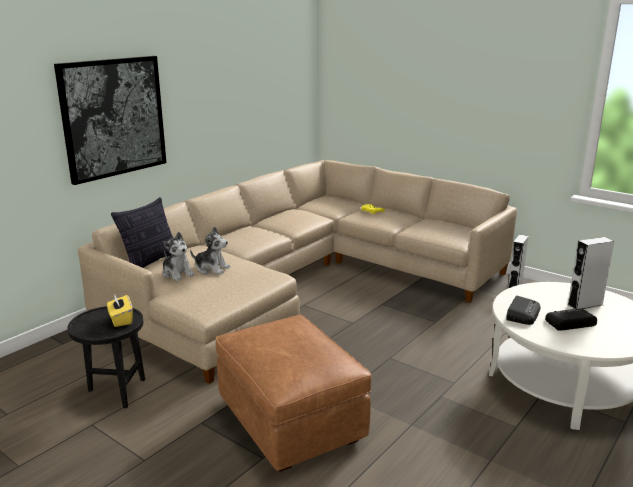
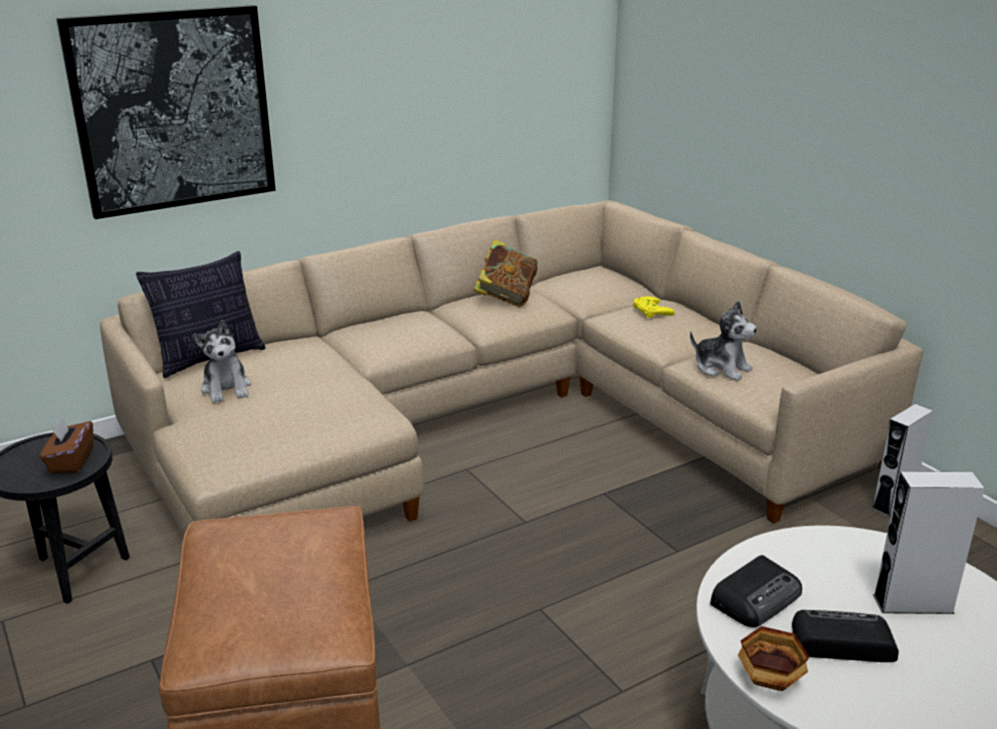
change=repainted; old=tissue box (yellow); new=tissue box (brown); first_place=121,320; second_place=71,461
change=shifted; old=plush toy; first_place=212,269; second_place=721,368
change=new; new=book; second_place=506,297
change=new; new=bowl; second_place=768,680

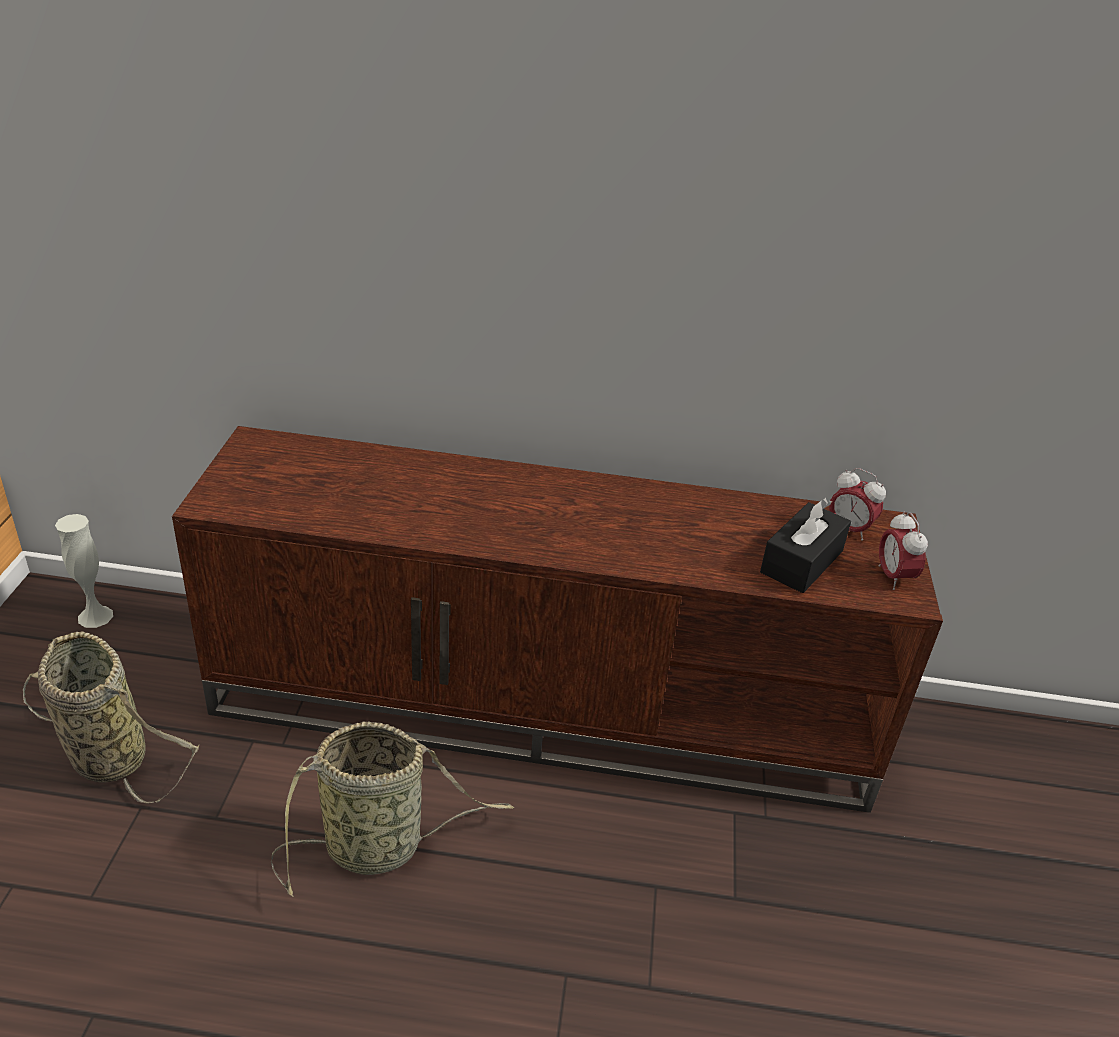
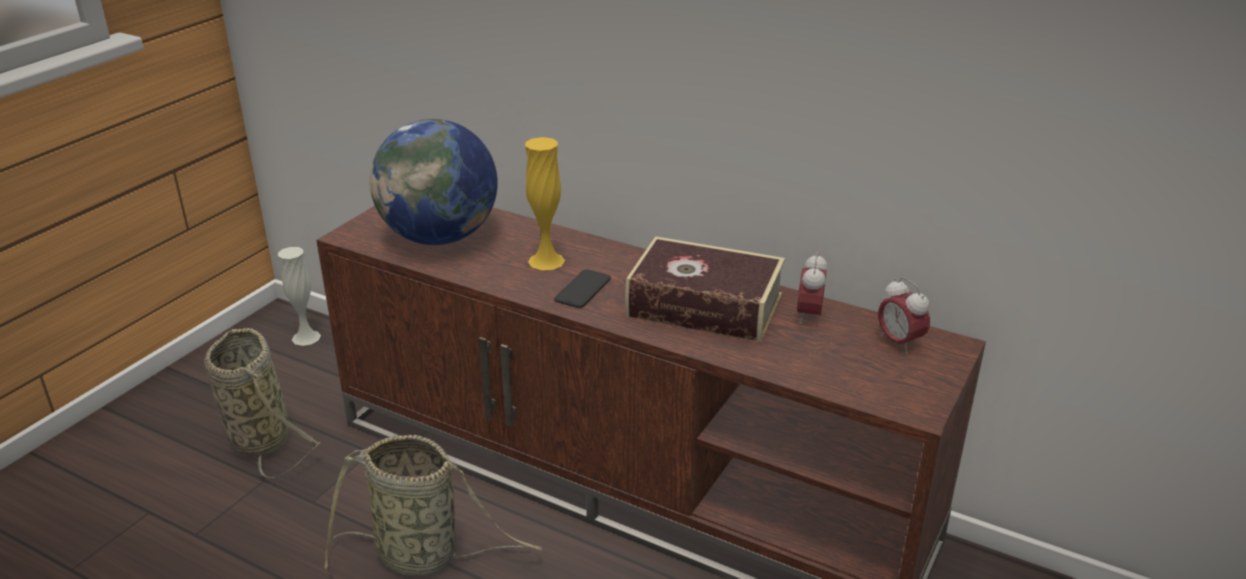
change=gone; old=tissue box (black); first_place=801,562
change=shifted; old=alarm clock; first_place=893,577; second_place=809,315
change=new; new=globe; second_place=440,237
change=new; new=vase (yellow); second_place=546,261
change=new; new=phone; second_place=583,289
change=new; new=book; second_place=704,306

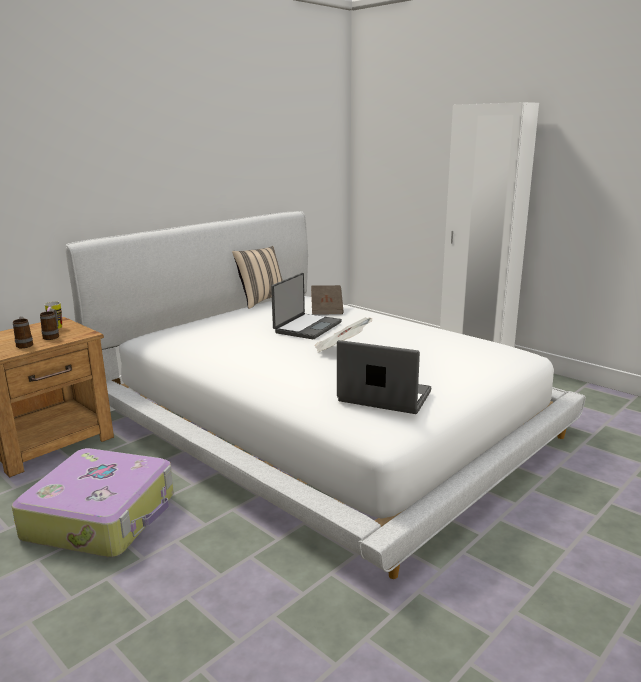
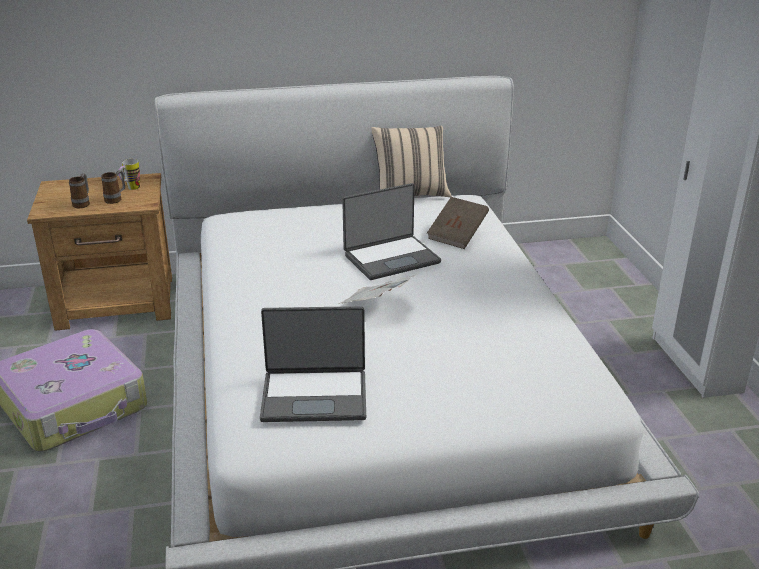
change=rotated; old=laptop; first_place=384,397; second_place=315,396; degrees=120

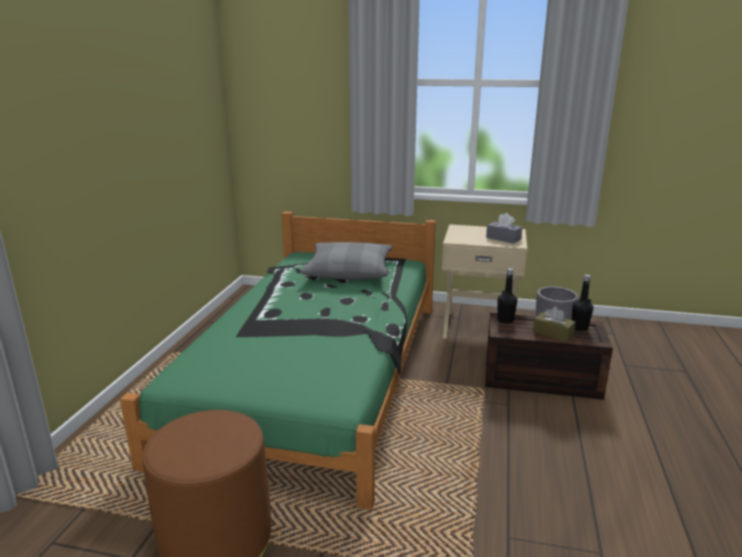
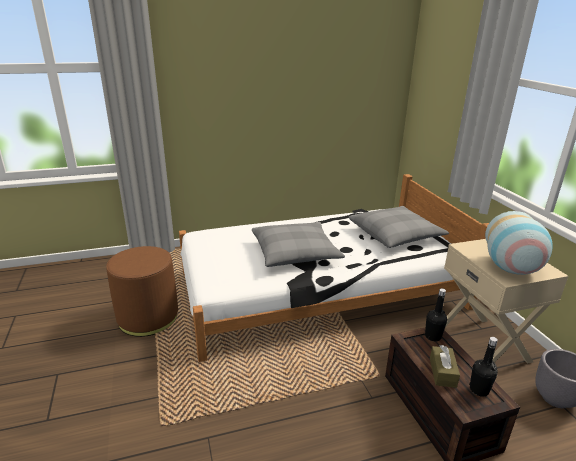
change=repainted; old=bed (green); new=bed (white); first_place=318,371; second_place=320,289
change=swapped; old=tissue box (grey); new=vase; first_place=503,238; second_place=511,269
change=new; new=pillow (grey); second_place=295,252

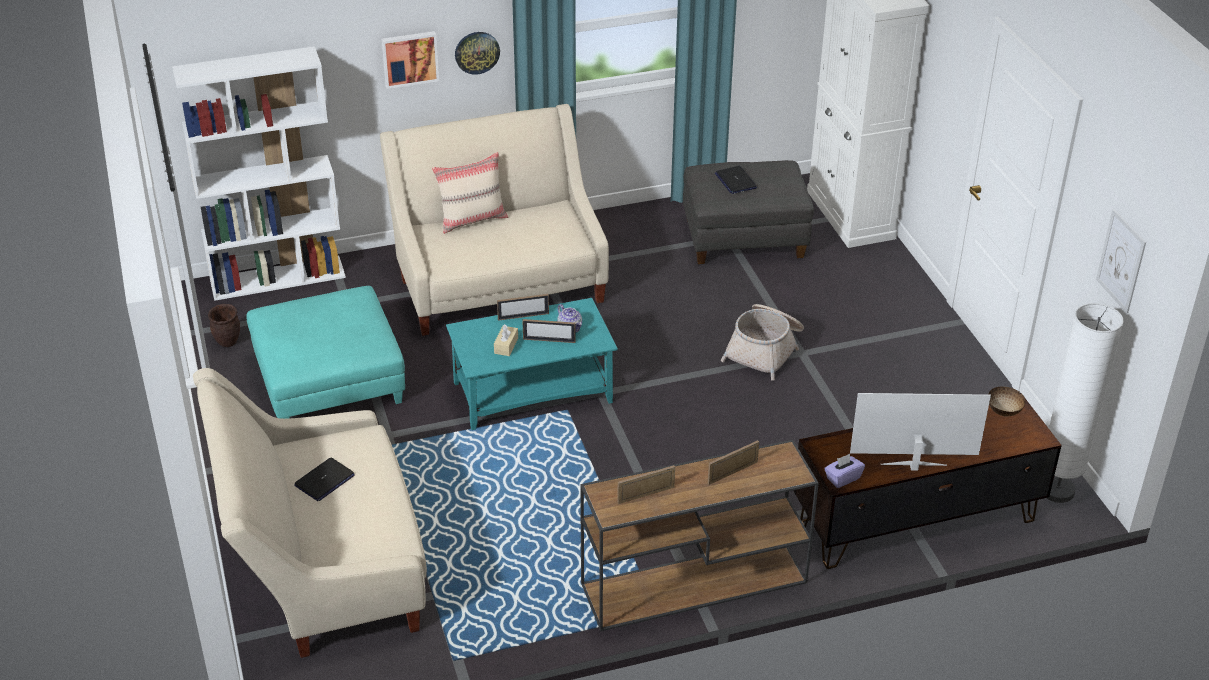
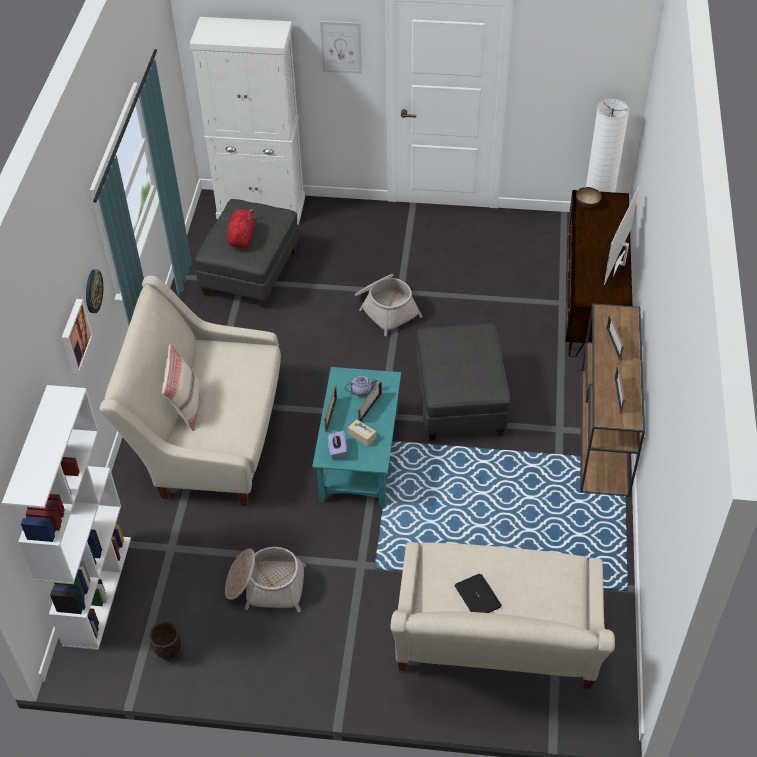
change=swapped; old=ottoman (turquoise); new=basket; first_place=329,378; second_place=265,586
change=swapped; old=laptop; new=plush toy (red); first_place=735,181; second_place=241,237
change=shifted; old=tissue box (purple); first_place=842,478; second_place=337,450
change=shifted; old=picture; first_place=1121,261; second_place=341,47
change=new; new=ottoman (grey); second_place=459,401

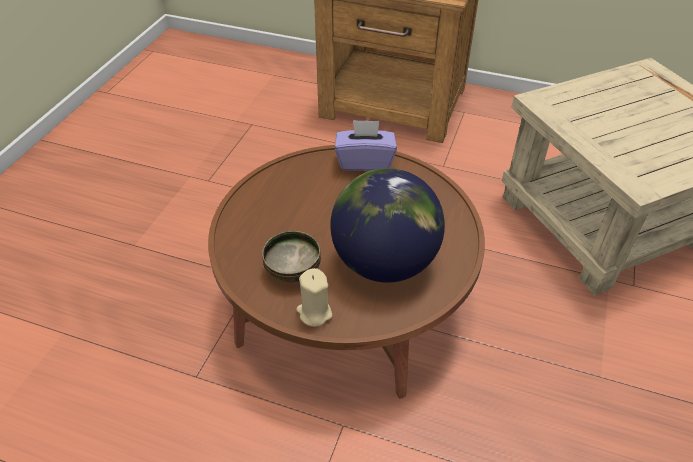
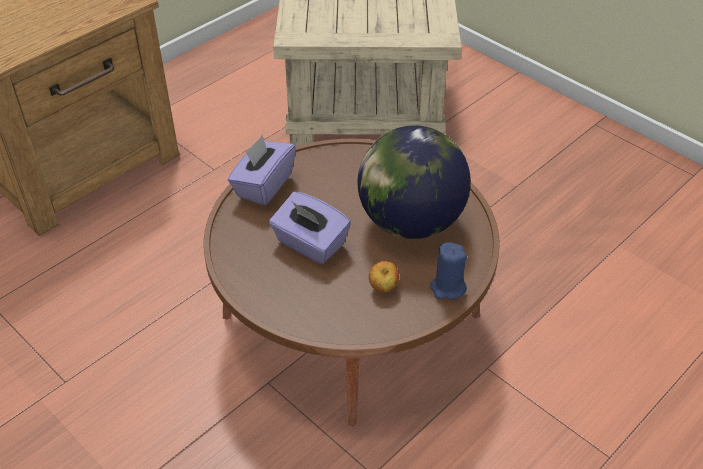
change=swapped; old=bowl; new=apple; first_place=294,270; second_place=383,288
change=repainted; old=candle (beige); new=candle (blue); first_place=314,313; second_place=447,288
change=new; new=tissue box (purple); second_place=310,244

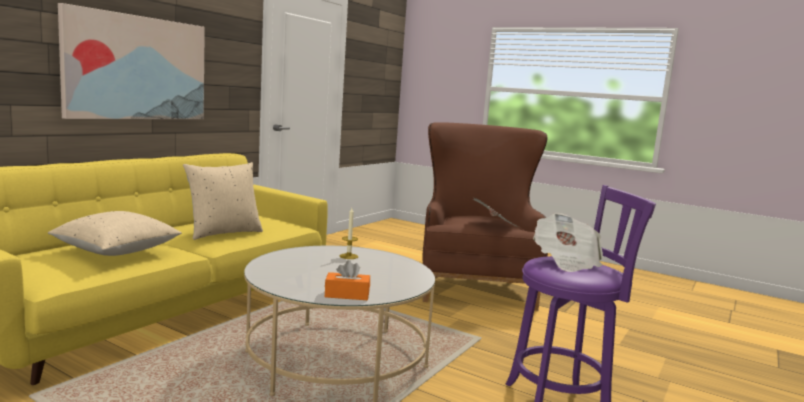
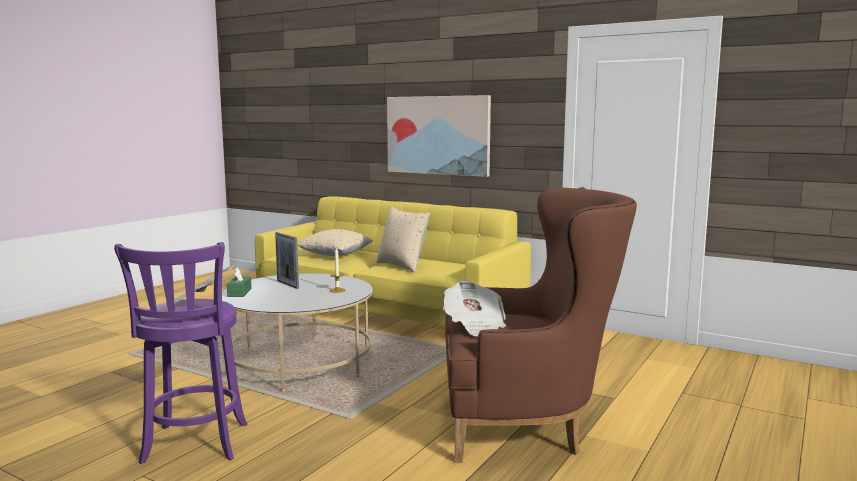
change=repainted; old=tissue box (orange); new=tissue box (green); first_place=347,295; second_place=239,292
change=new; new=picture frame; second_place=287,284

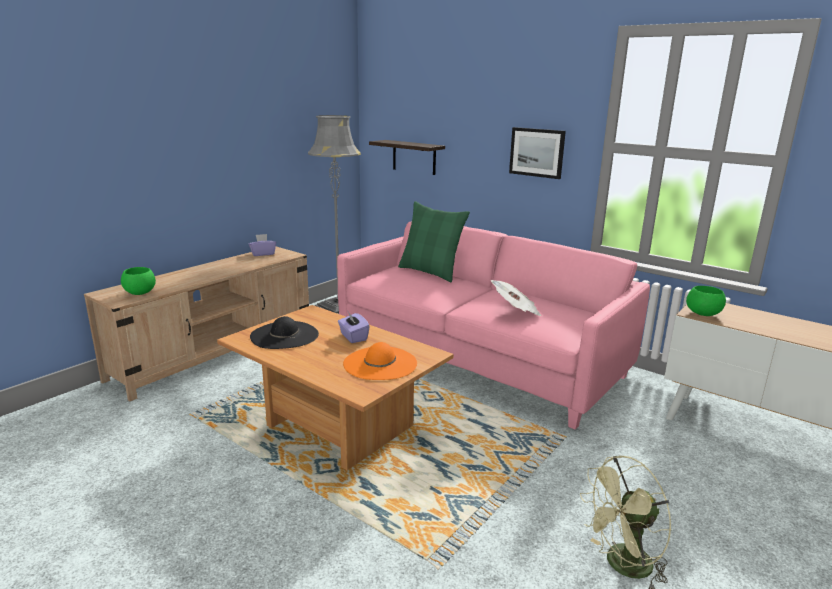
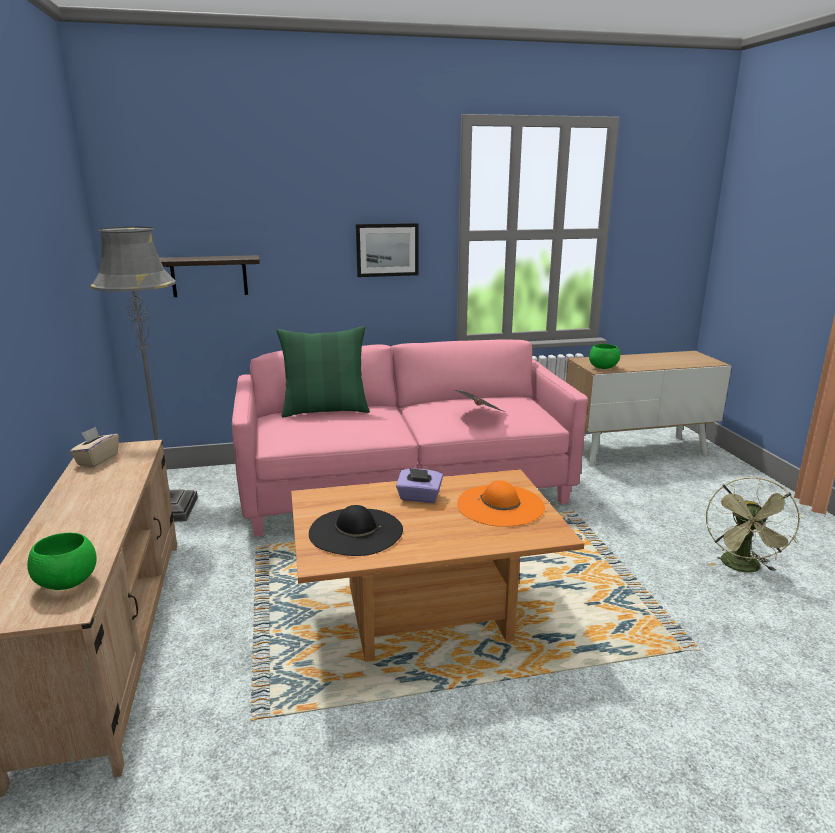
change=repainted; old=tissue box (purple); new=tissue box (beige); first_place=263,254; second_place=97,460

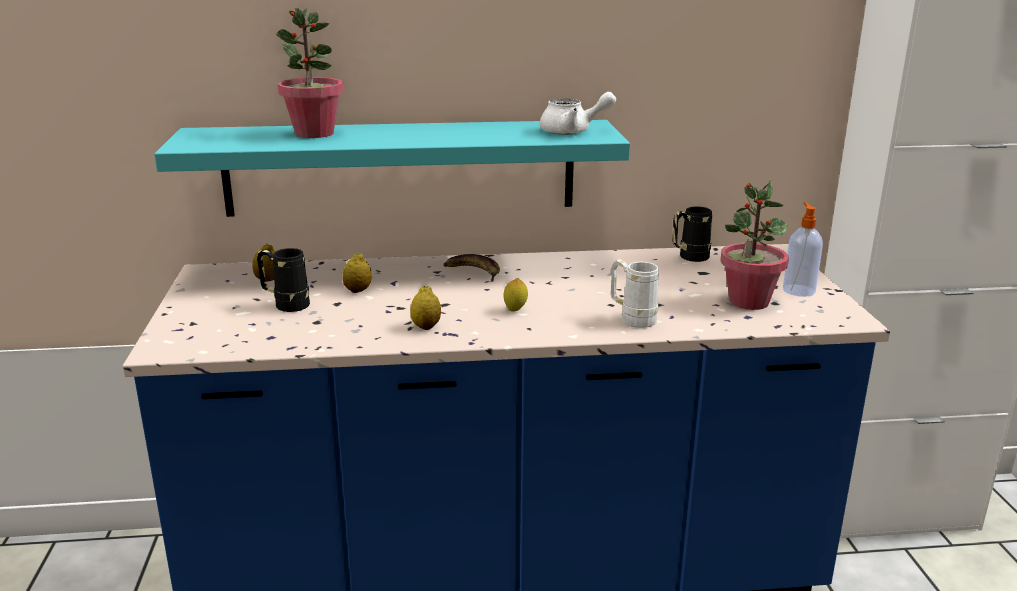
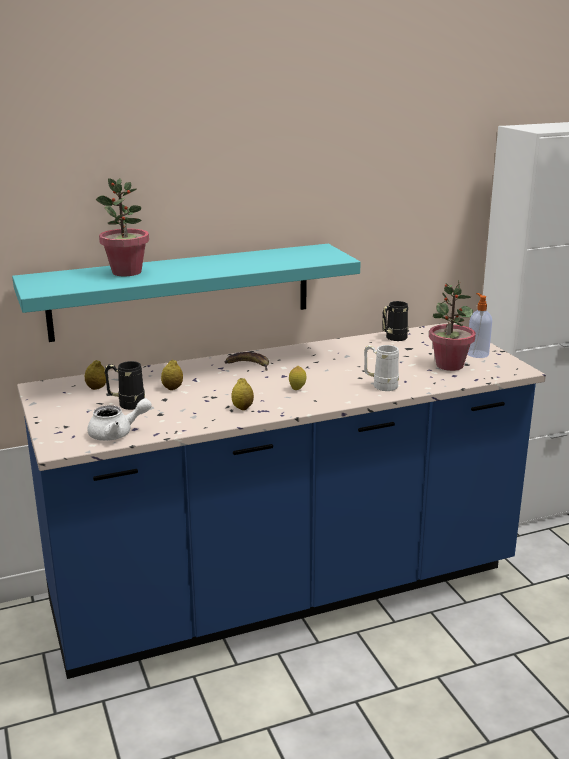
change=shifted; old=teapot (white); first_place=572,131; second_place=117,434

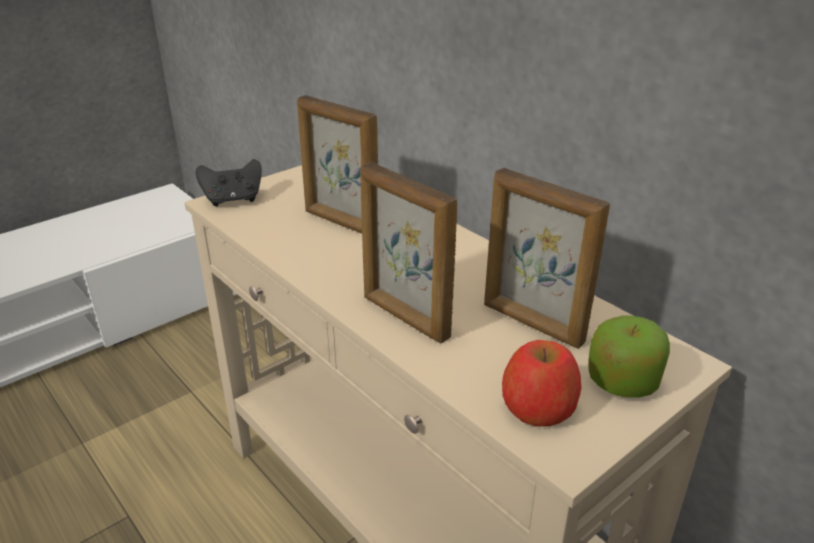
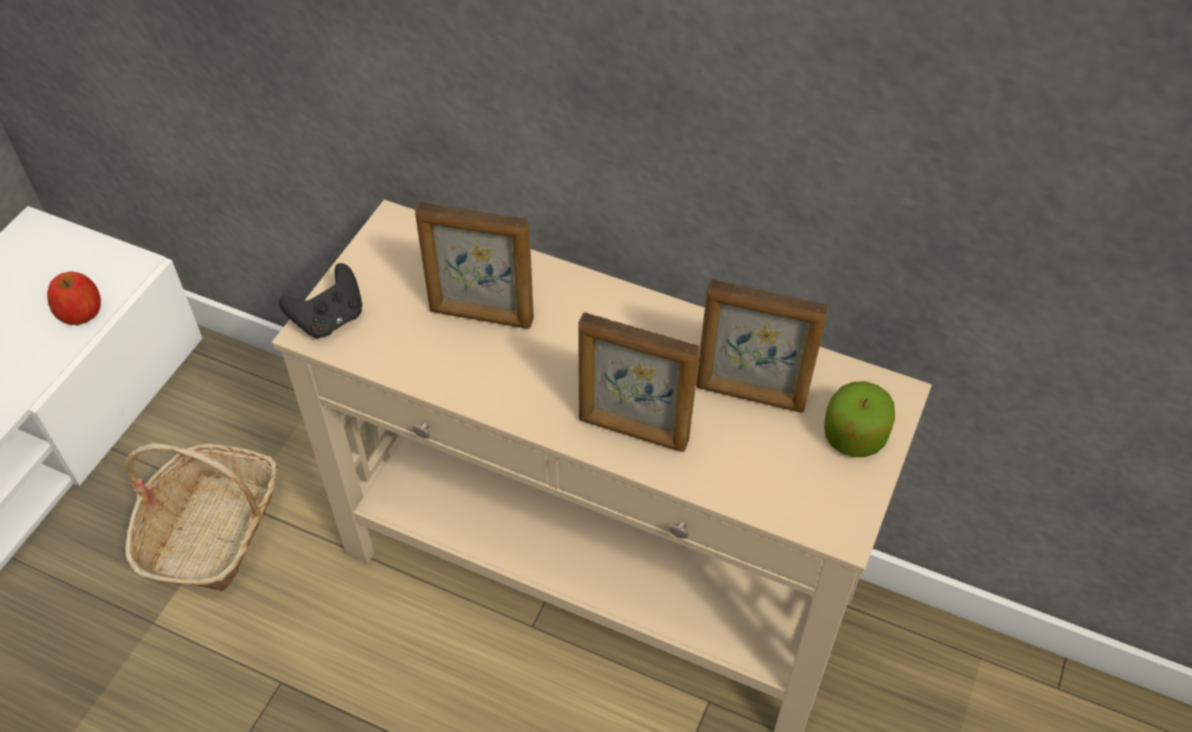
change=shifted; old=apple; first_place=539,407; second_place=80,311
change=new; new=basket; second_place=213,530

